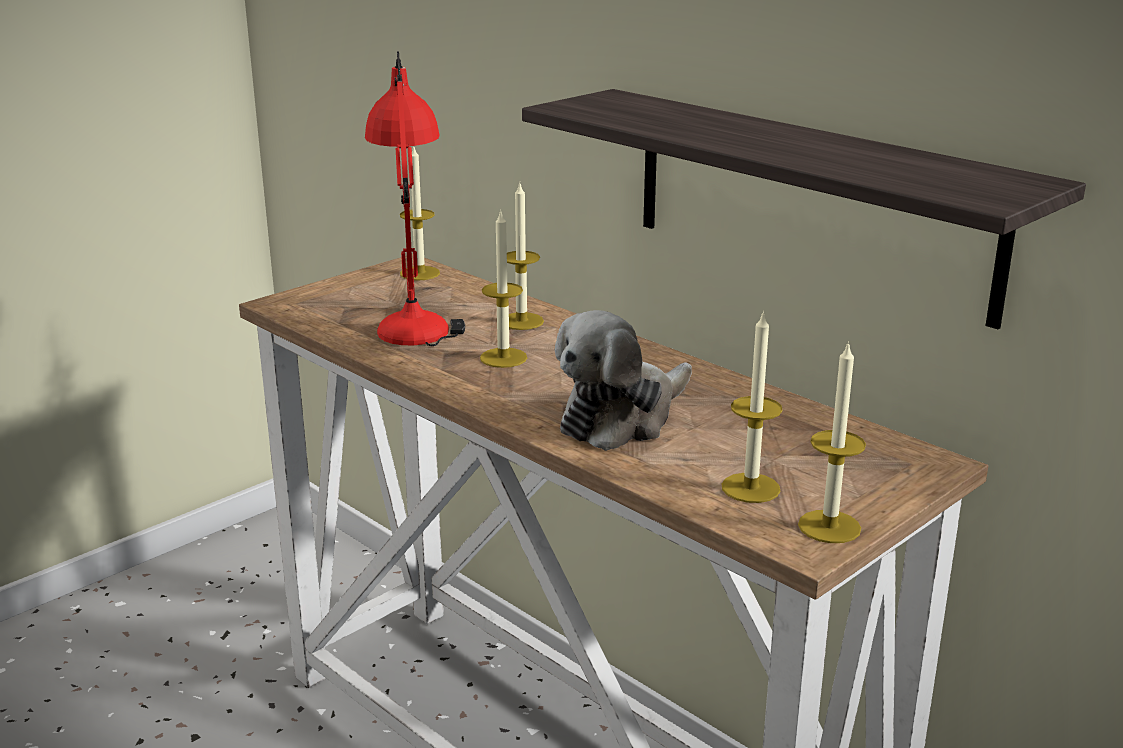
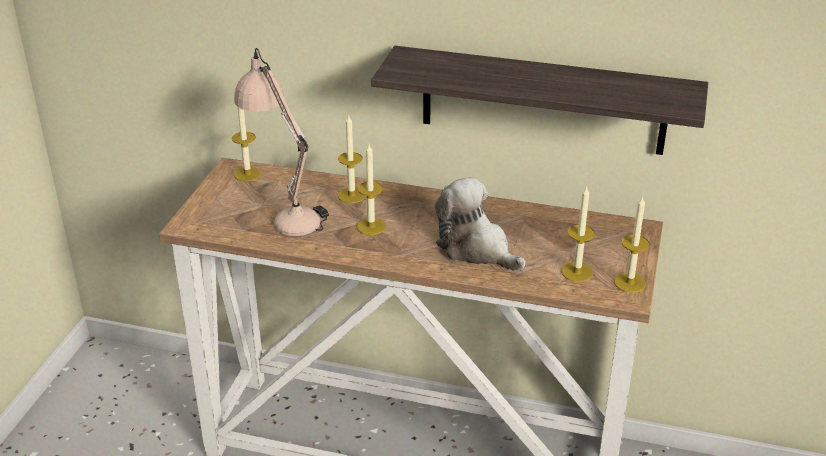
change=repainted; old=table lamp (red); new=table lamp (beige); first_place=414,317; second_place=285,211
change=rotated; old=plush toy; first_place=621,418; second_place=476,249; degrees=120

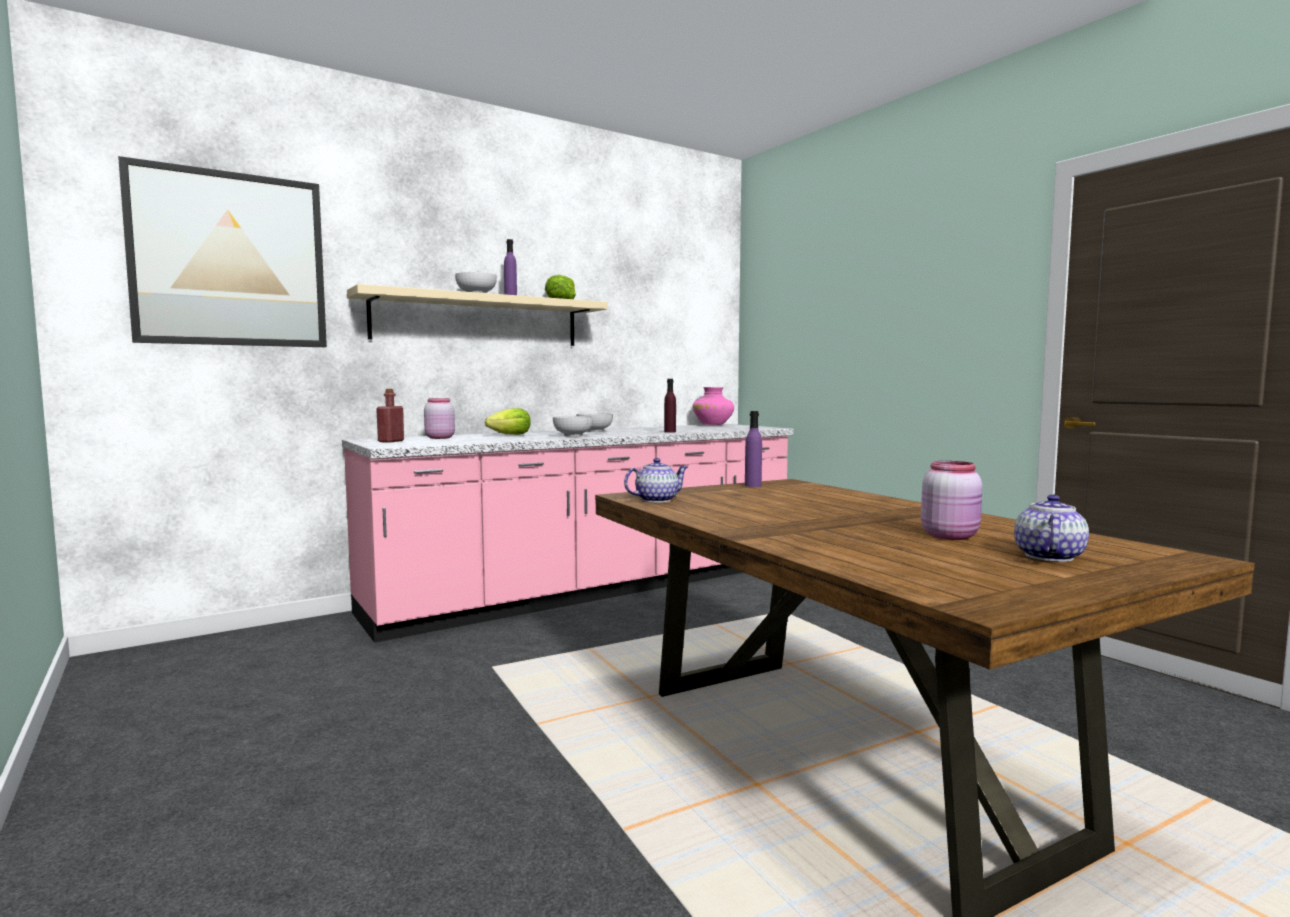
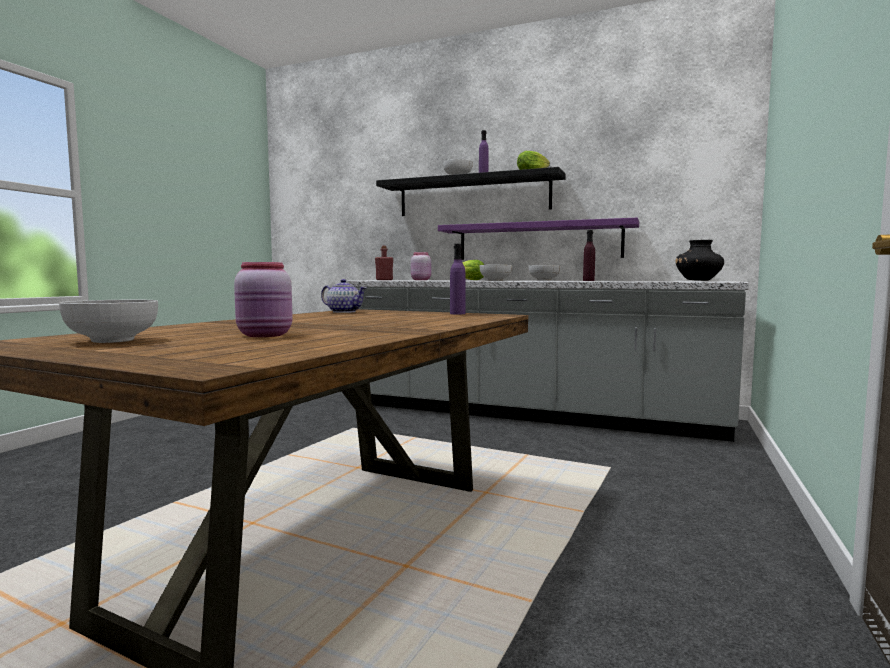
change=gone; old=picture; first_place=230,260
change=repainted; old=counter (pink); new=counter (grey); first_place=592,589; second_place=526,413
change=repainted; old=shelf (beige); new=shelf (black); first_place=478,320; second_place=473,196
change=repainted; old=vase (pink); new=vase (black); first_place=713,425; second_place=699,280
change=gone; old=teapot; first_place=1048,556
change=new; new=bowl; second_place=113,340
change=new; new=shelf (purple); second_place=538,241

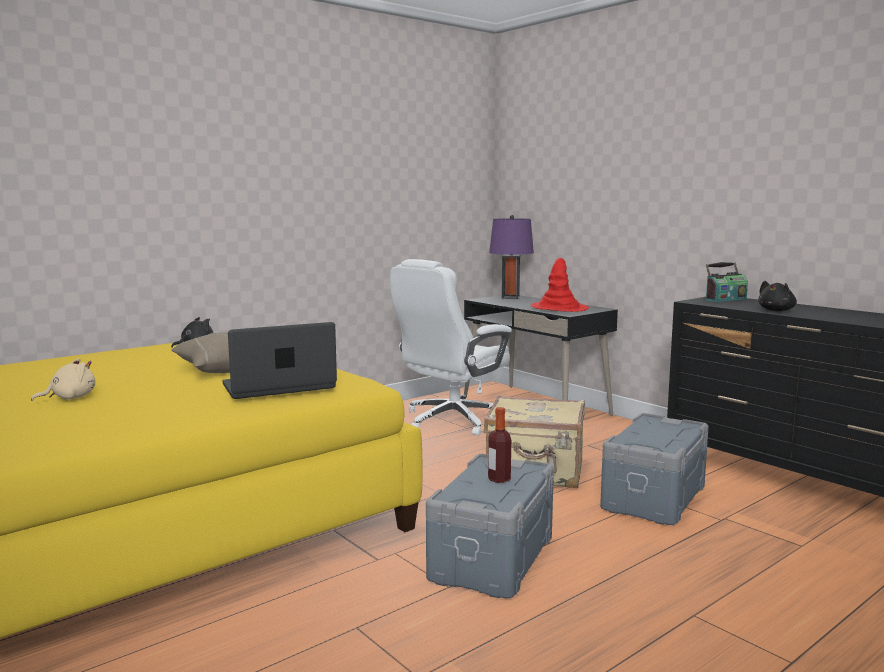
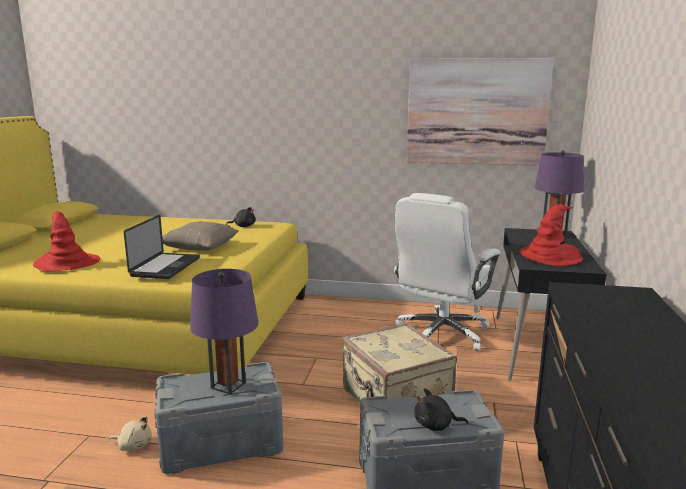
change=shifted; old=plush toy (beige); first_place=70,398; second_place=133,445
change=rotated; old=laptop; first_place=279,387; second_place=166,267; degrees=75
change=rotated; old=office chair (white); first_place=452,420; second_place=441,333; degrees=-60
change=swapped; old=bottle; new=table lamp (purple); first_place=499,479; second_place=228,385
change=gone; old=radio; first_place=725,299
change=shifted; old=plush toy (black); first_place=777,310; second_place=436,425
change=new; new=hat (red); second_place=67,263
change=new; new=picture; second_place=476,112

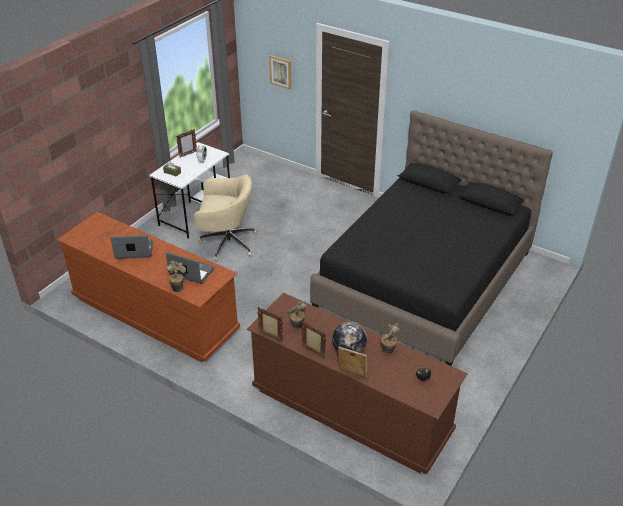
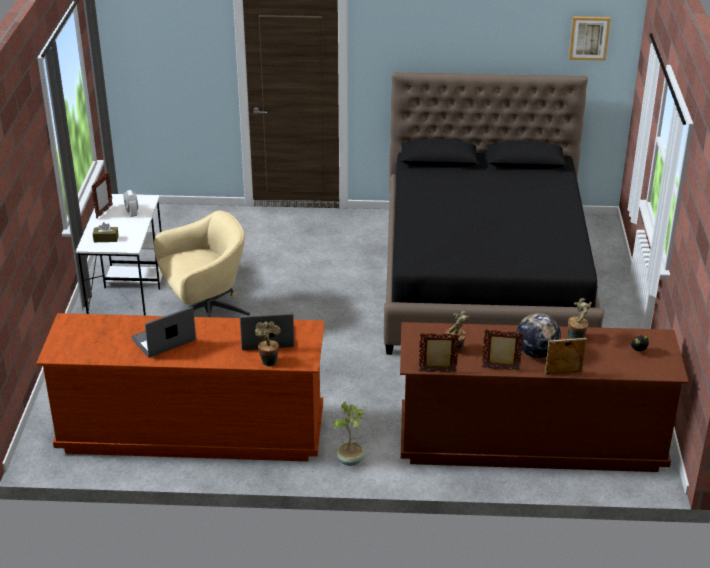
change=shifted; old=picture; first_place=280,71; second_place=589,38
change=new; new=potted plant; second_place=351,460

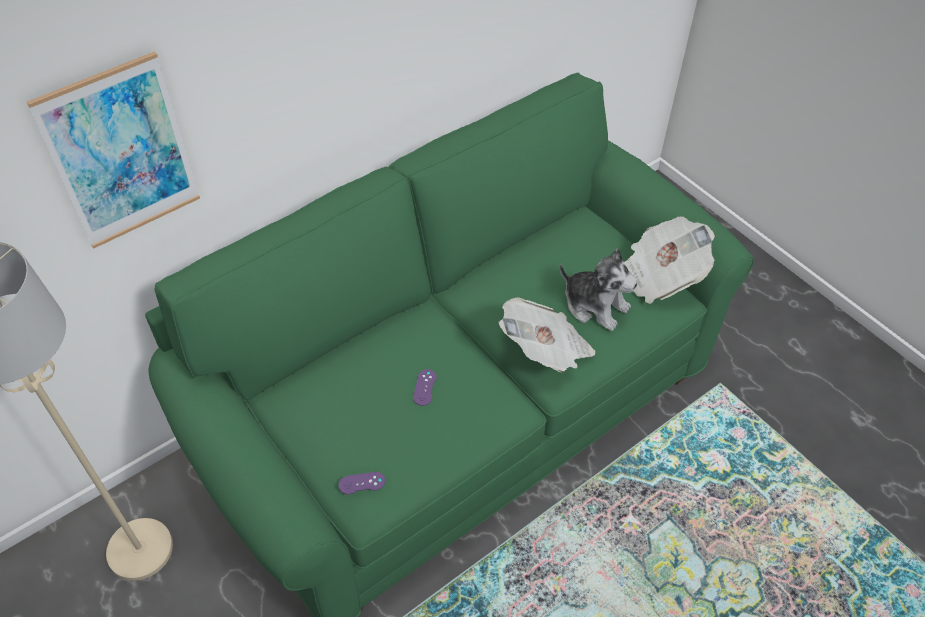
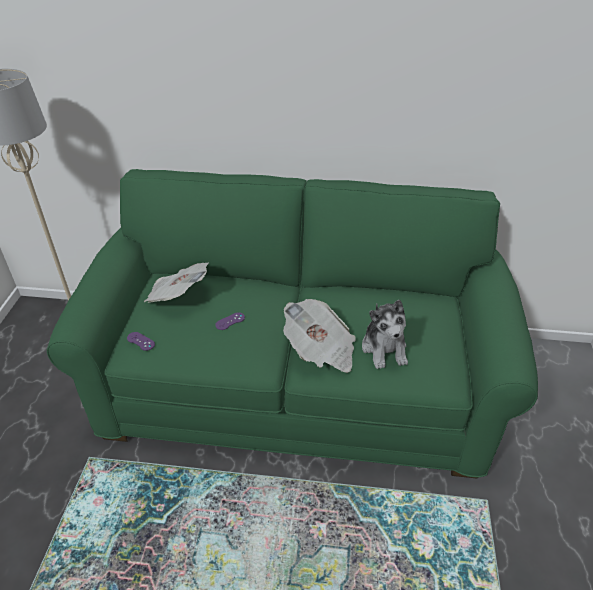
change=gone; old=picture; first_place=121,153
change=shifted; old=newspaper; first_place=659,275; second_place=178,296

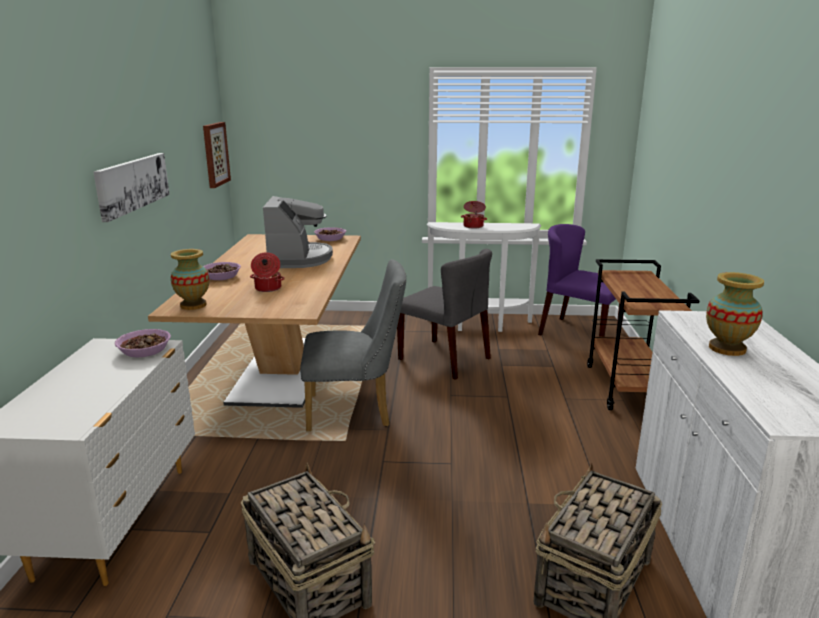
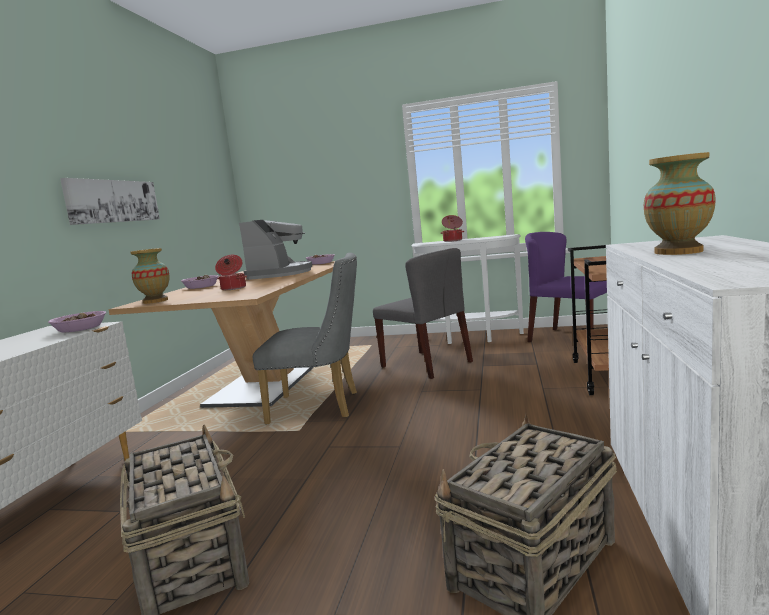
change=gone; old=picture; first_place=215,154

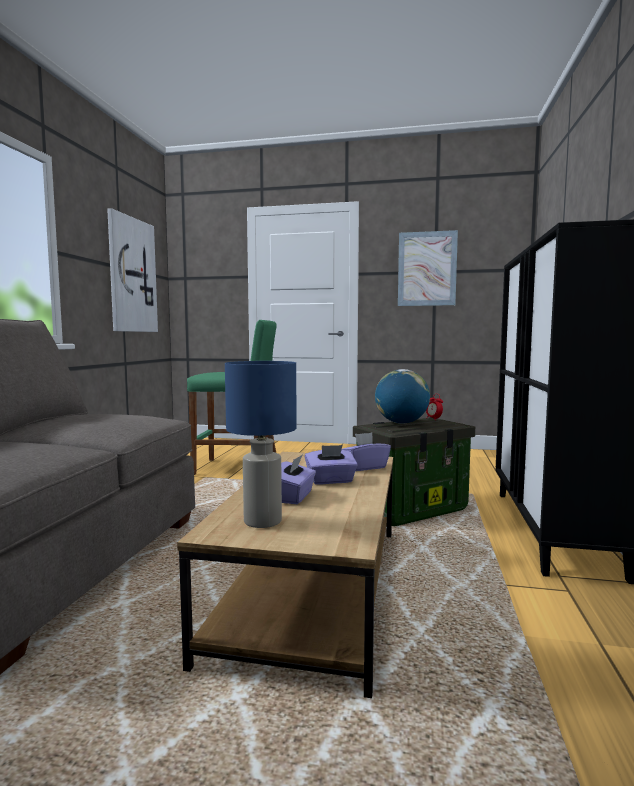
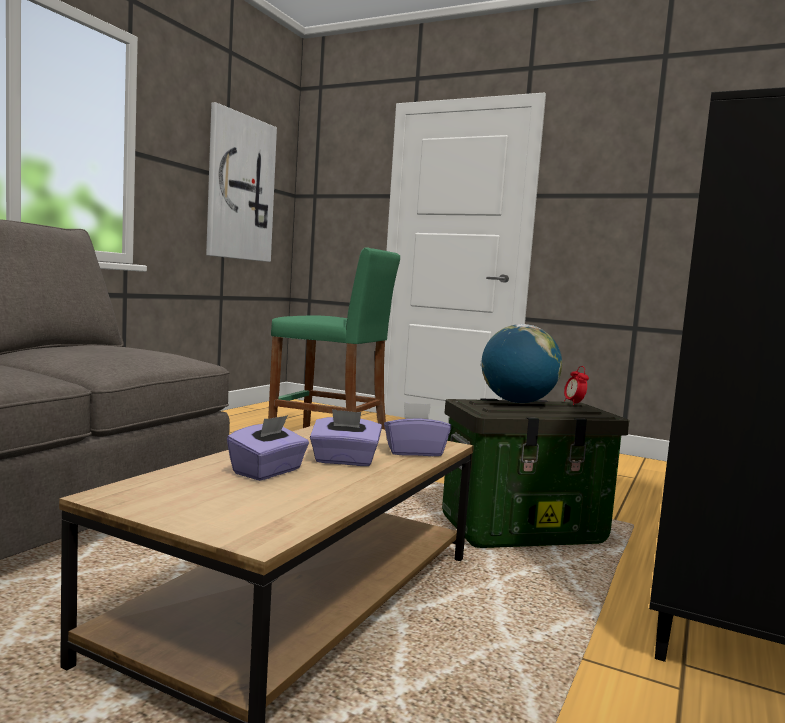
change=gone; old=table lamp (blue); first_place=263,521
change=gone; old=picture; first_place=427,269

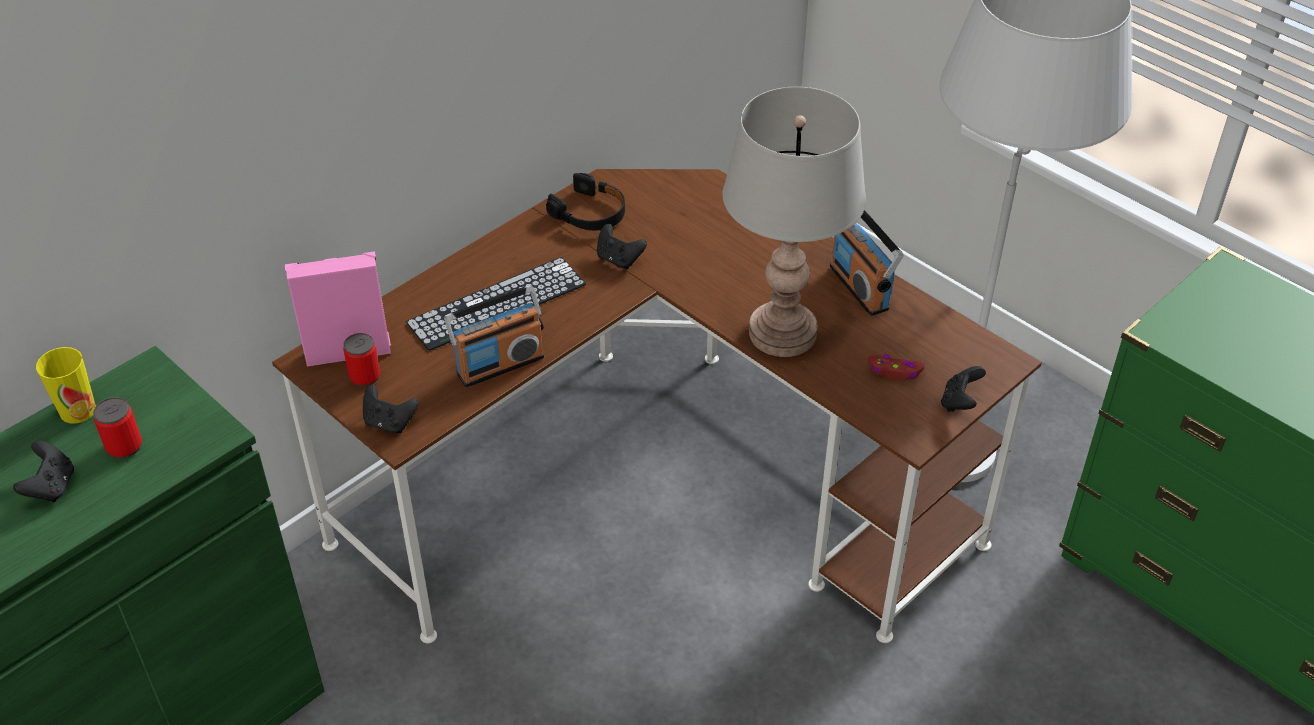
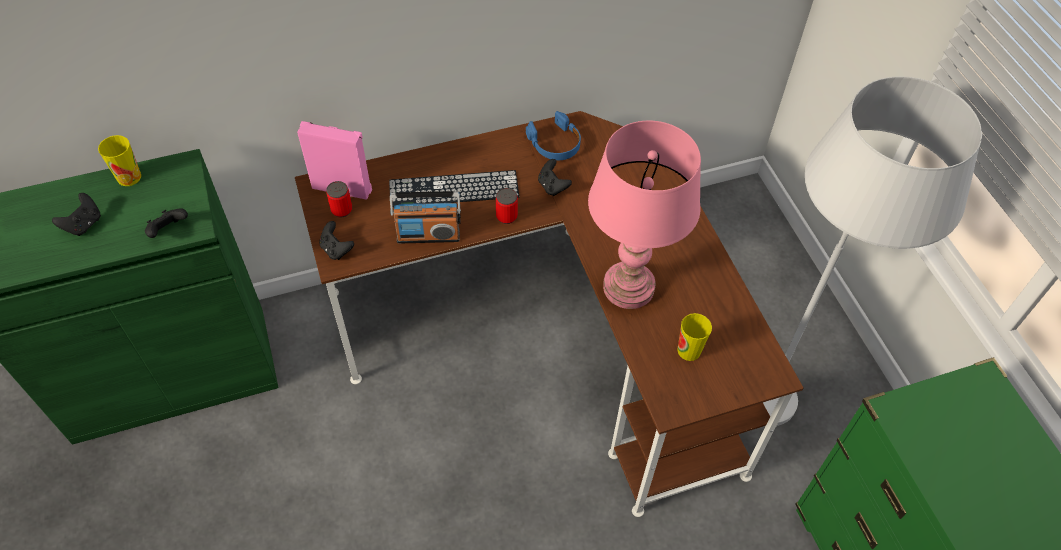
change=shifted; old=can; first_place=124,446; second_place=506,216
change=repainted; old=headphones (black); new=headphones (blue); first_place=590,213; second_place=555,143
change=repainted; old=table lamp (grey); new=table lamp (pink); first_place=783,333; second_place=629,288
change=gone; old=radio; first_place=860,287
change=swapped; old=game controller (red); new=cup; first_place=894,372; second_place=689,350
change=shifted; old=game controller (black); first_place=959,402; second_place=168,231

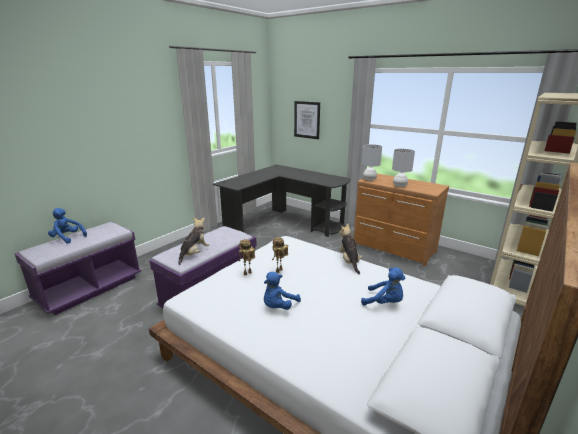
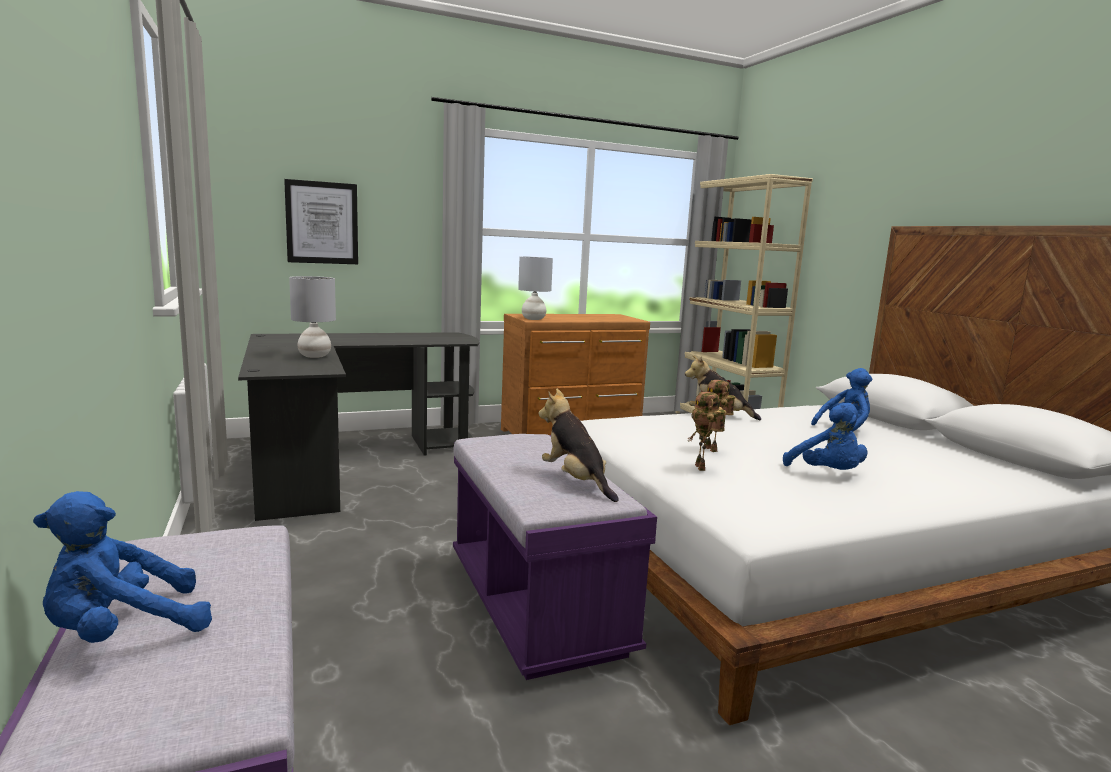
change=shifted; old=table lamp (grey); first_place=400,186; second_place=314,356

